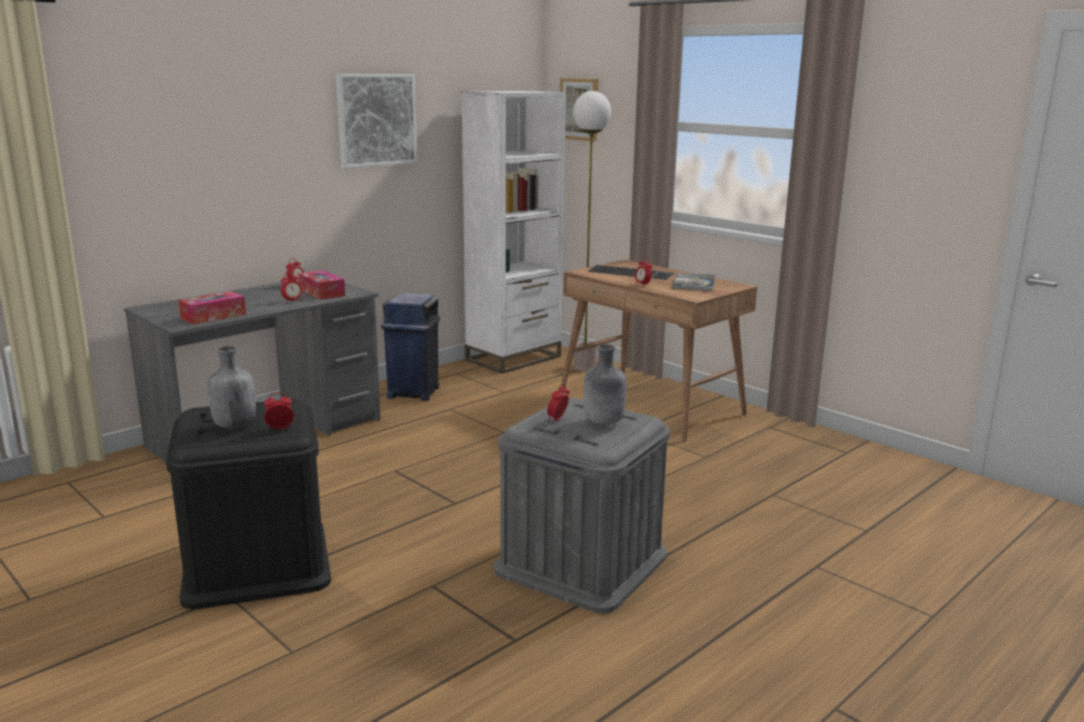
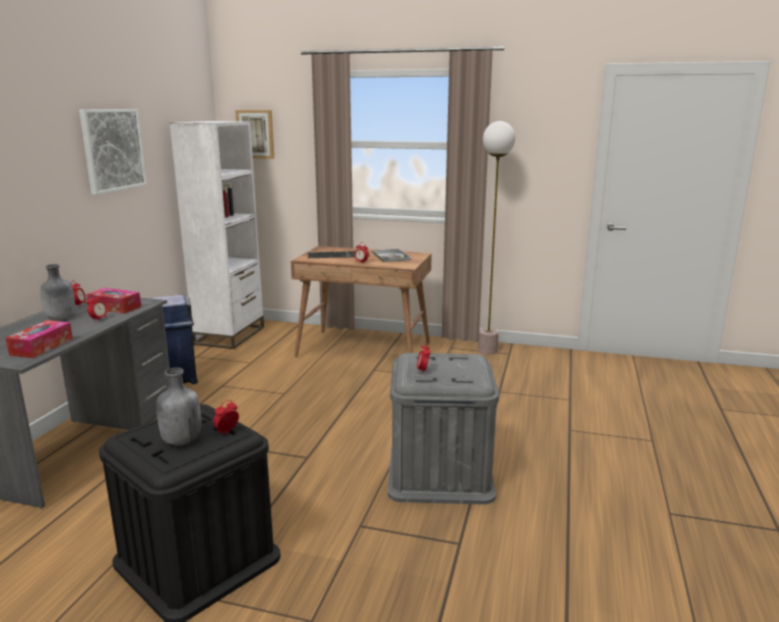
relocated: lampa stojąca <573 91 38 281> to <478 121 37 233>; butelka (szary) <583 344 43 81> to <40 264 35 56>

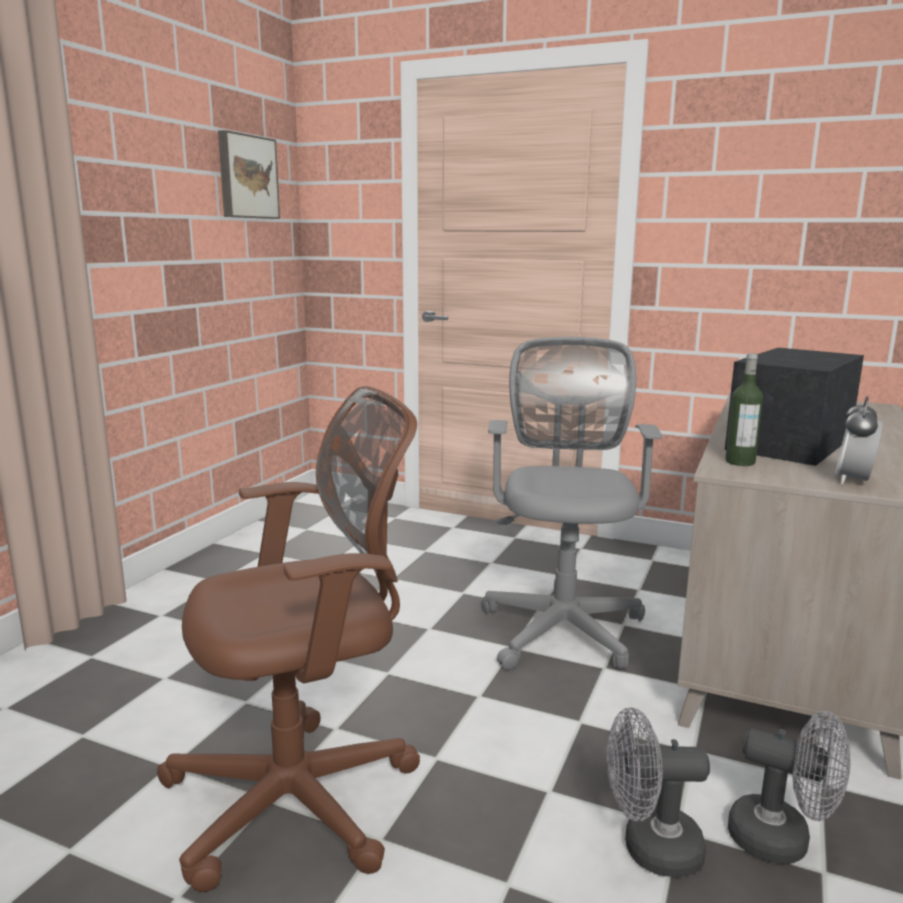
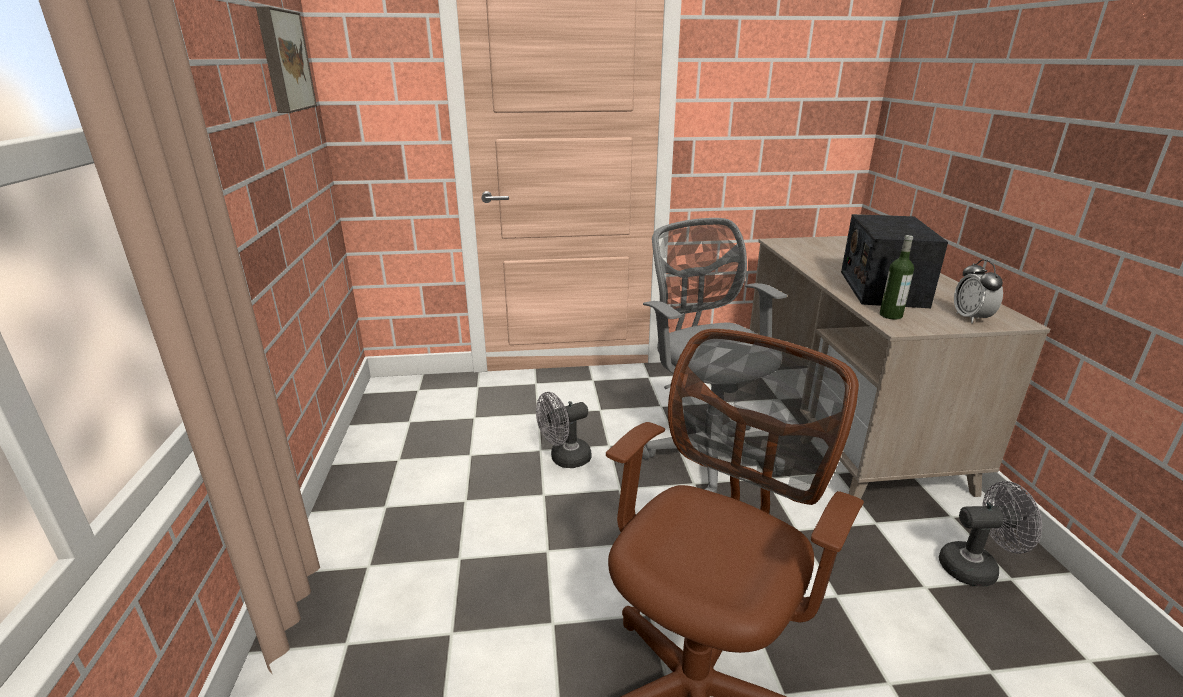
relocated: wentylator (szary) <606 707 104 170> to <536 392 55 76>

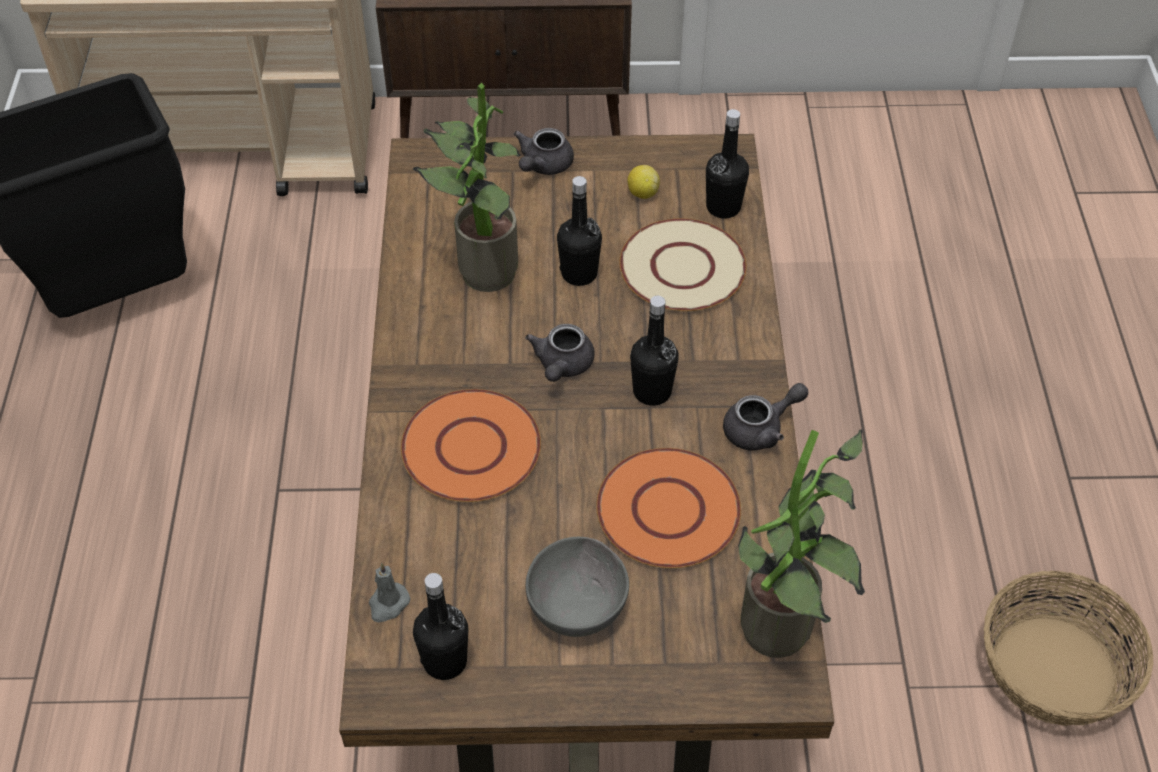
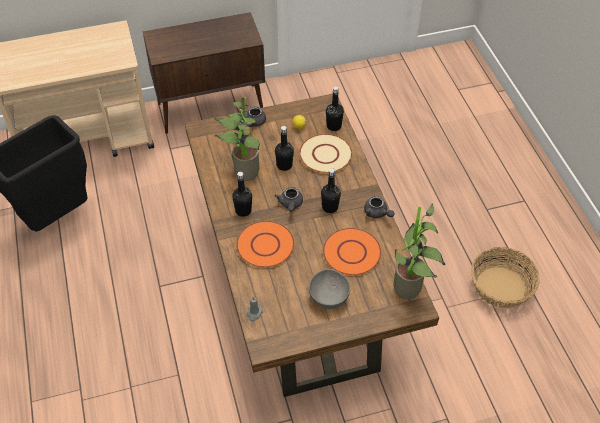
relocated: butelka (czarny) <413 573 55 107> to <232 172 20 45>
spun: imbryk (szary) <723 383 85 68> = <364 196 30 22> 90 degrees clockwise

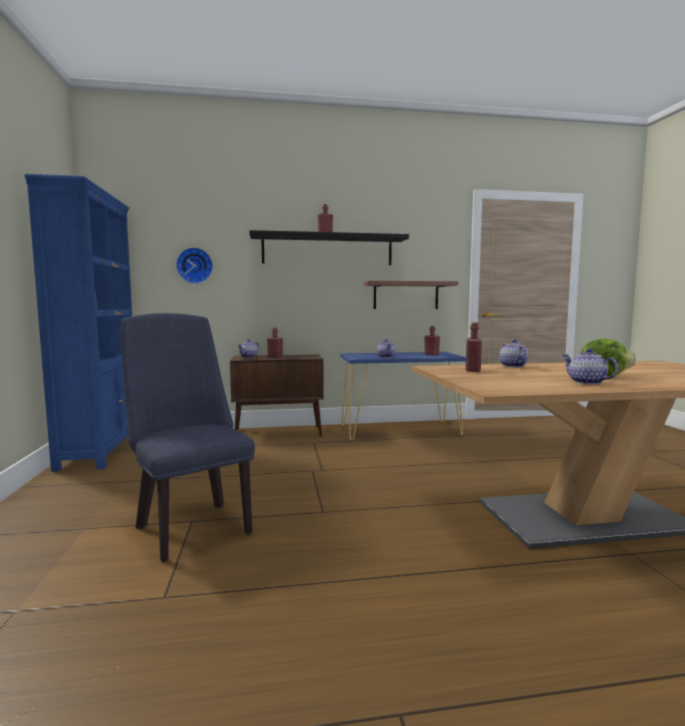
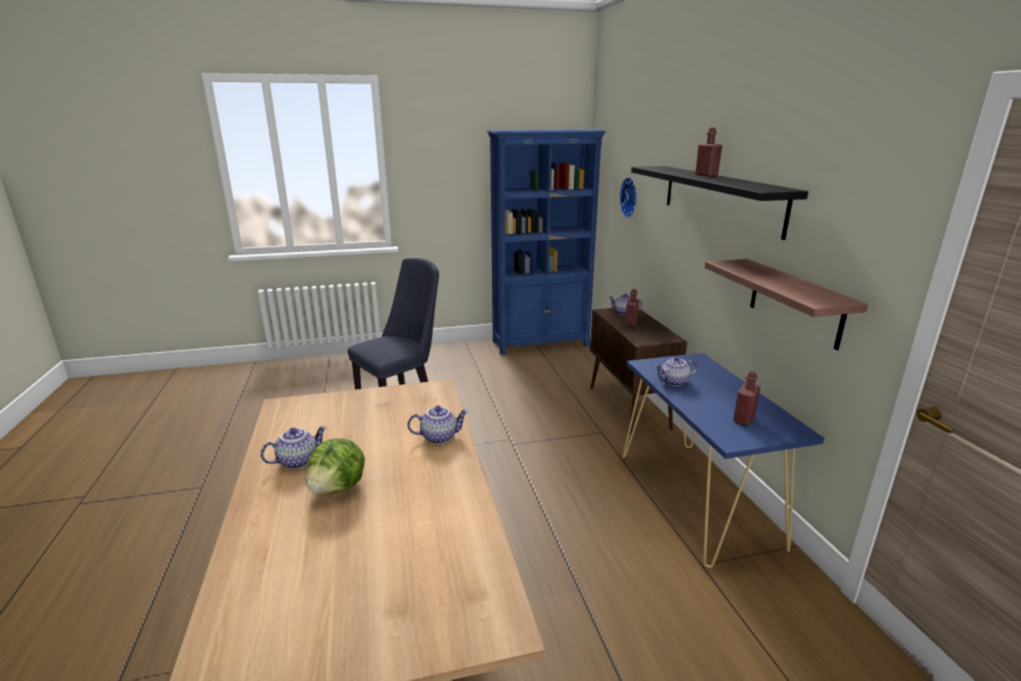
missing: butelka (czerwony) <466 322 16 50>

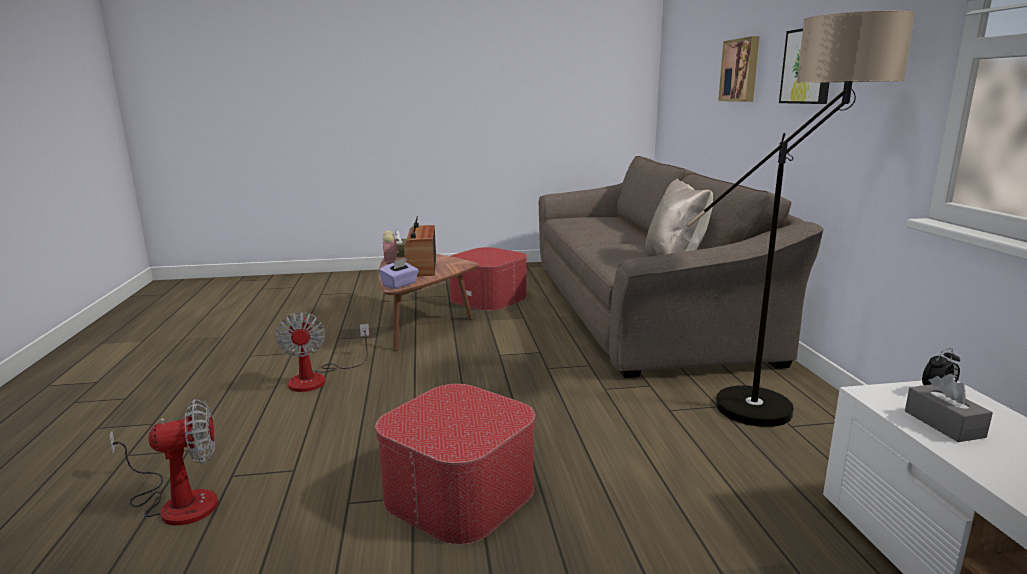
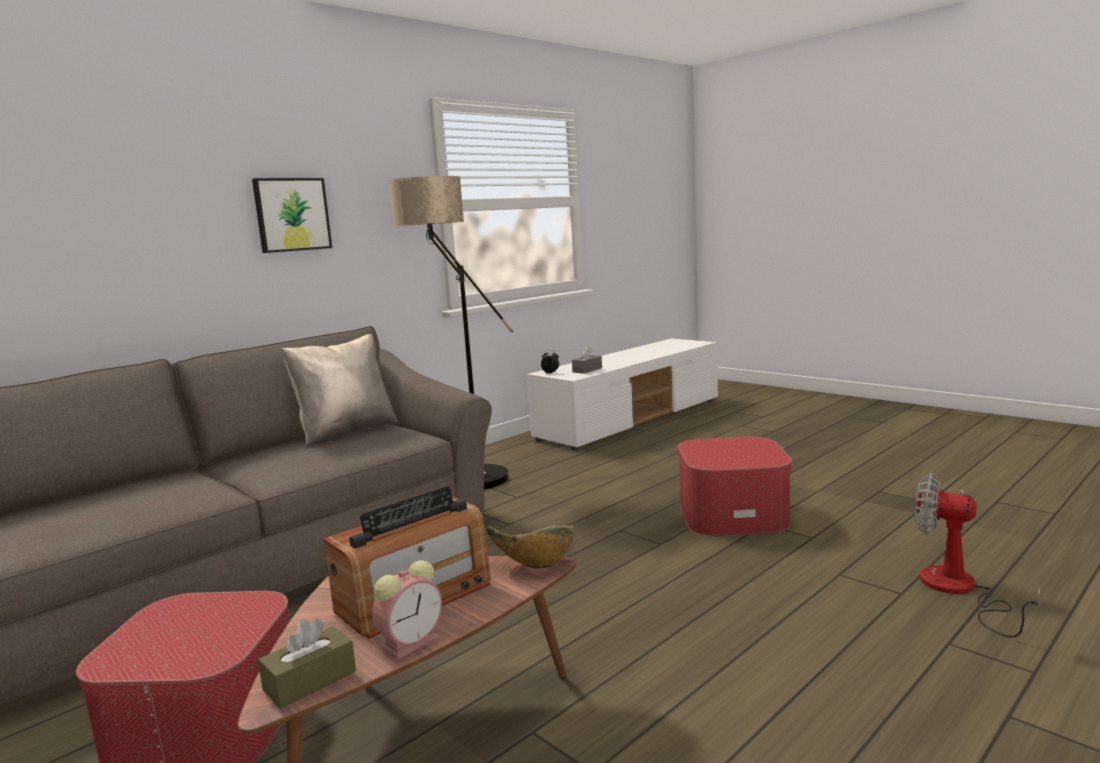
missing: obraz <718 36 41 66>; wentylator <275 312 94 80>
exchanged: pudełko chusteczek (fioletowy) <379 258 40 31> to miska <486 526 89 42>

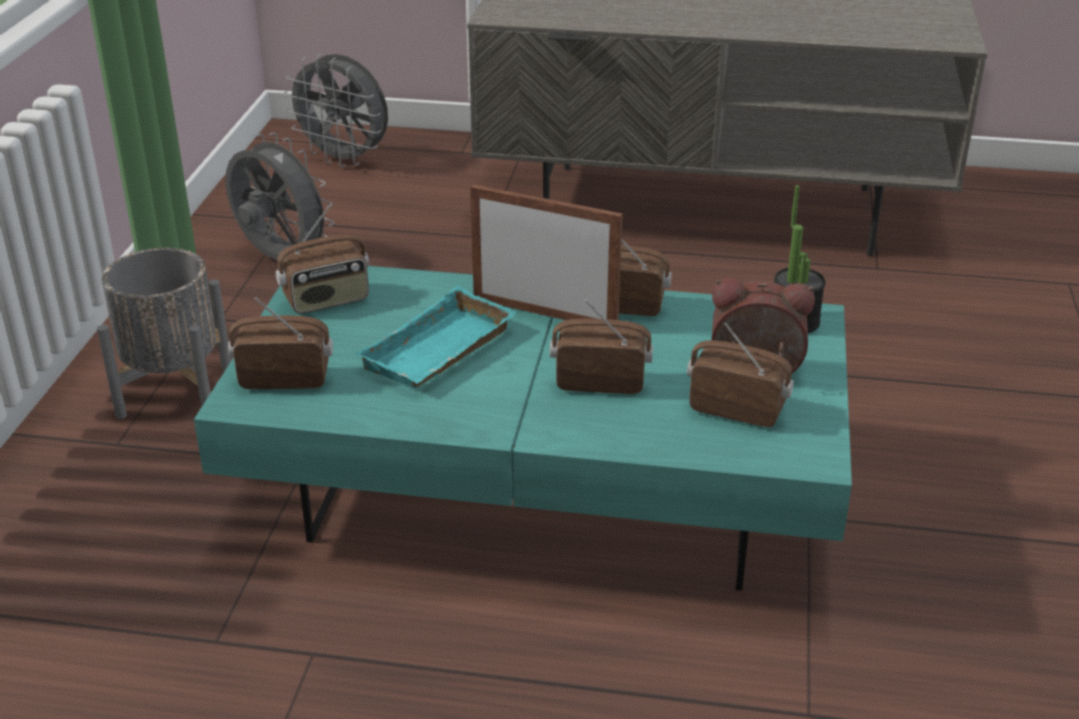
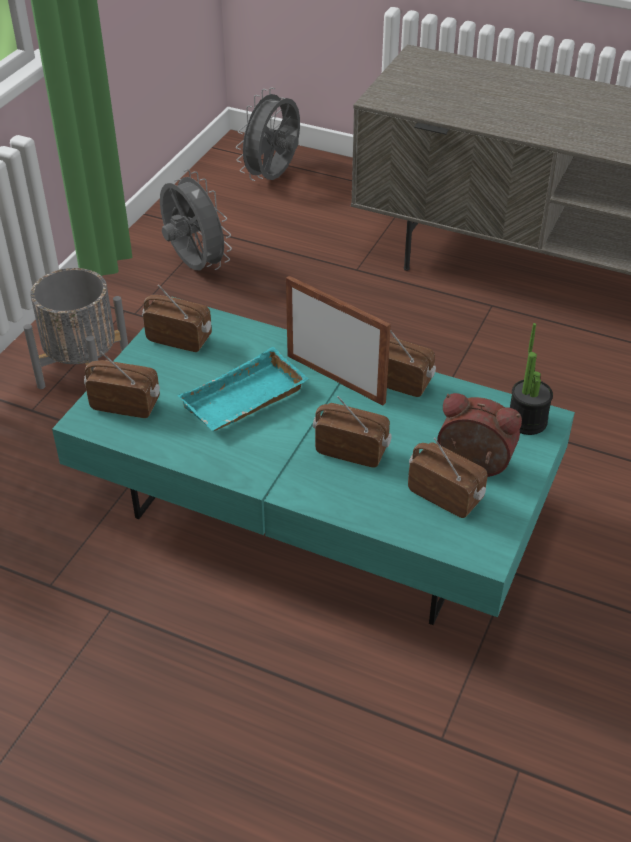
spun: wentylator (szary) <283 54 105 113> = <236 88 64 93> 75 degrees clockwise; radio <276 207 93 107> = <142 285 70 67> 150 degrees counterclockwise

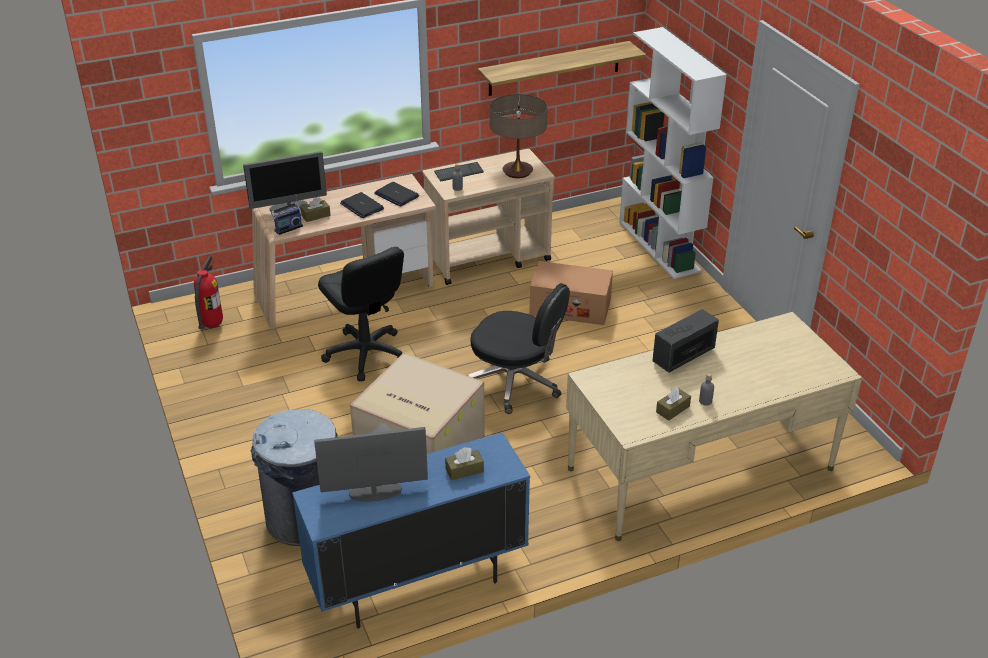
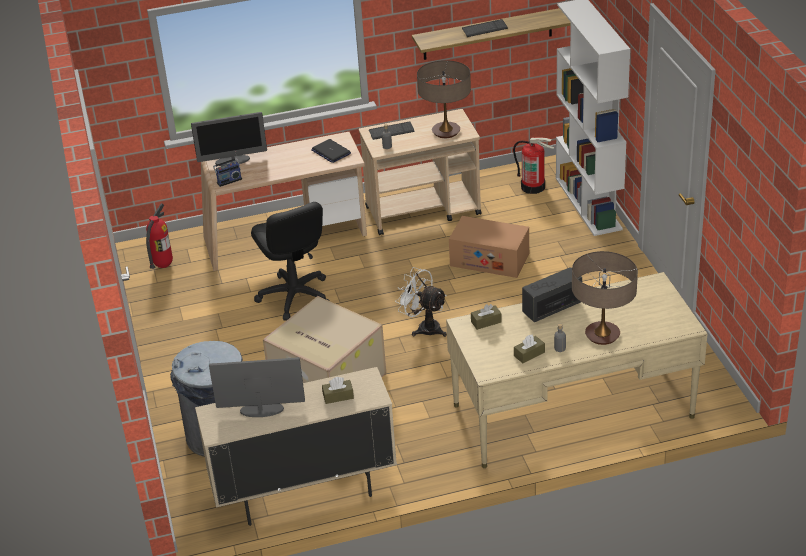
missing: laptop <340 192 44 26>
appeared: klawiatura <462 19 46 18>; gaśnica <513 137 41 57>; lampa stołowa <572 251 66 94>
relocated: pudełko chusteczek (brązowy) <301 197 30 25> to <471 304 31 26>
exchanged: krzesło biurowe (czarny) <467 283 103 131> to wentylator (biały) <395 267 52 70>
colour: szafka (niebieski) <292 432 238 197> to szafka (beżowy) <195 367 202 159>

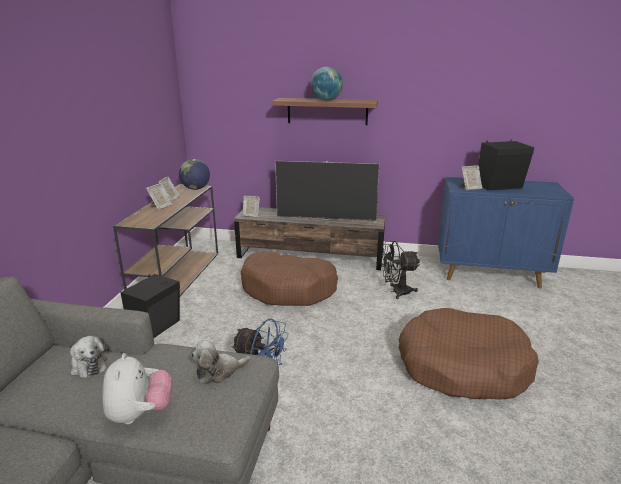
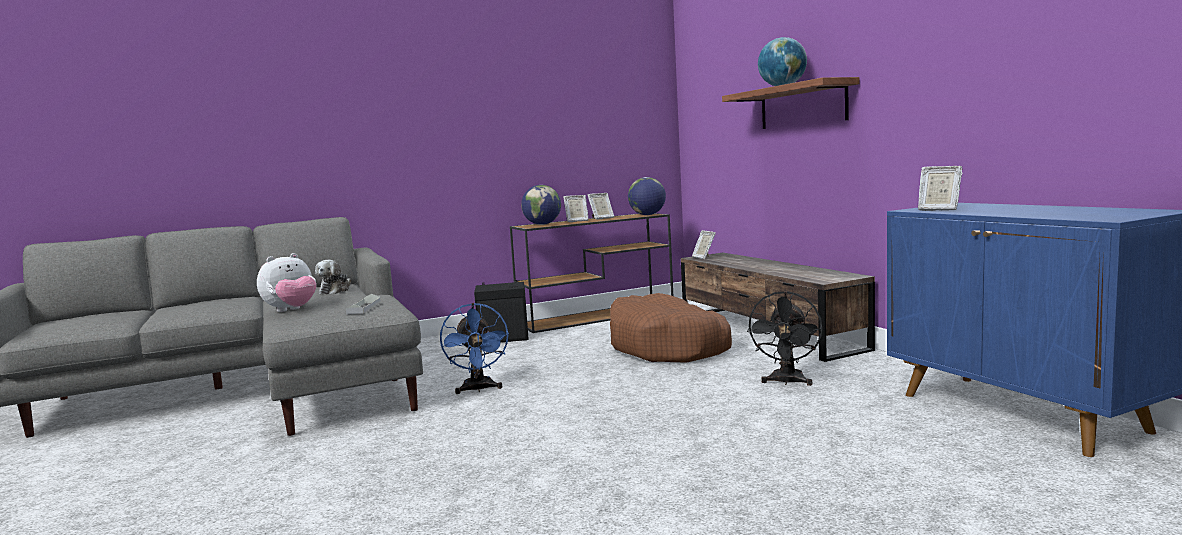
missing: głośnik (czarny) <478 140 56 50>; telewizor <275 161 105 60>; legowisko (brązowy) <398 308 141 92>
appeared: globus <521 185 40 40>
exchanged: pluszak <191 340 60 44> to taca (szary) <346 294 35 20>
spun: wentylator (czarny) <381 241 39 58> = <747 291 75 95> 120 degrees counterclockwise

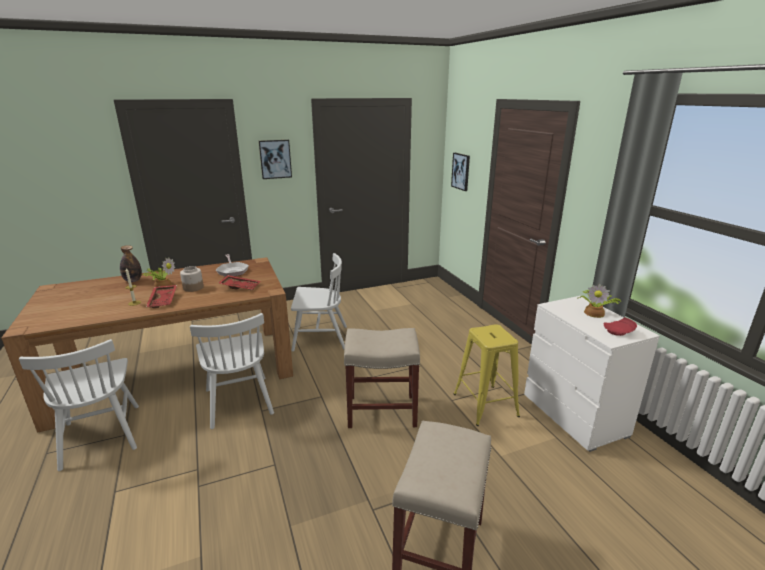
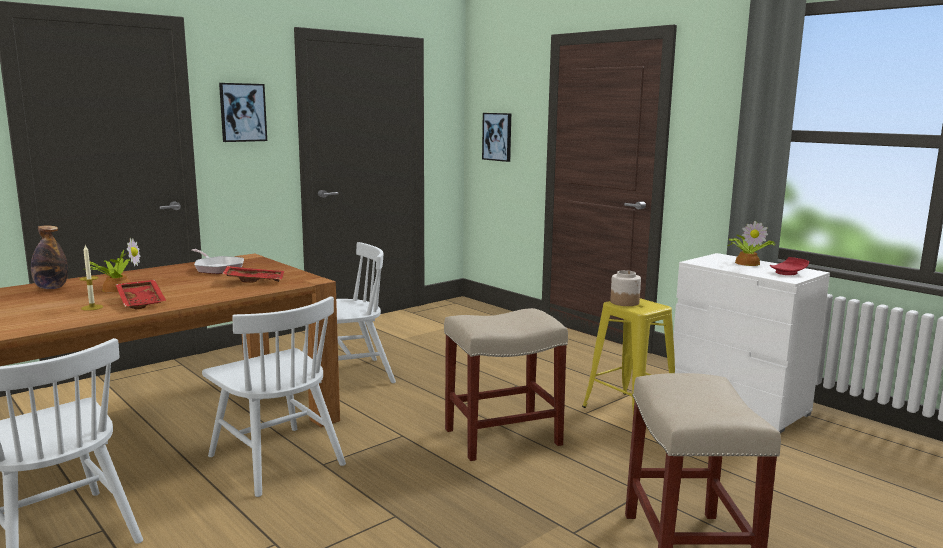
relocated: słoik <180 266 24 26> to <610 270 31 36>

